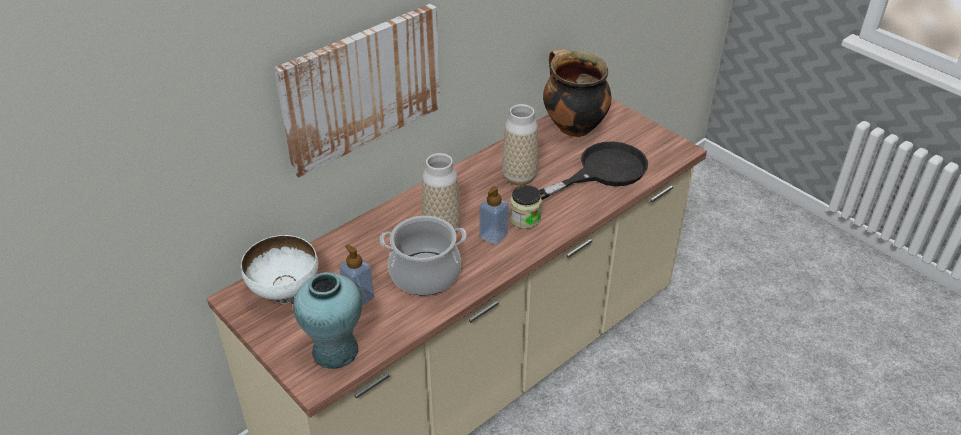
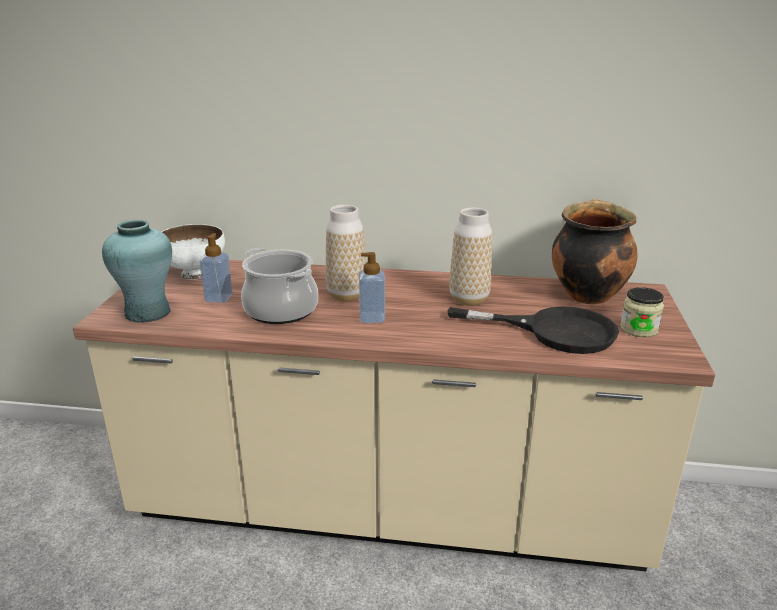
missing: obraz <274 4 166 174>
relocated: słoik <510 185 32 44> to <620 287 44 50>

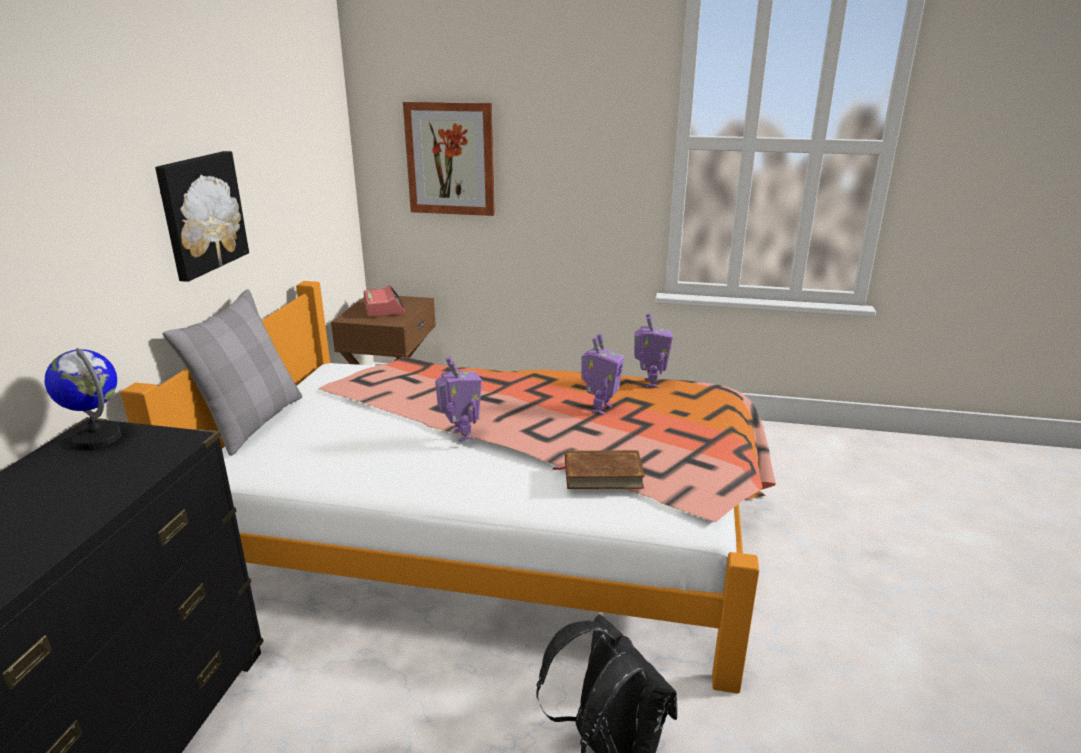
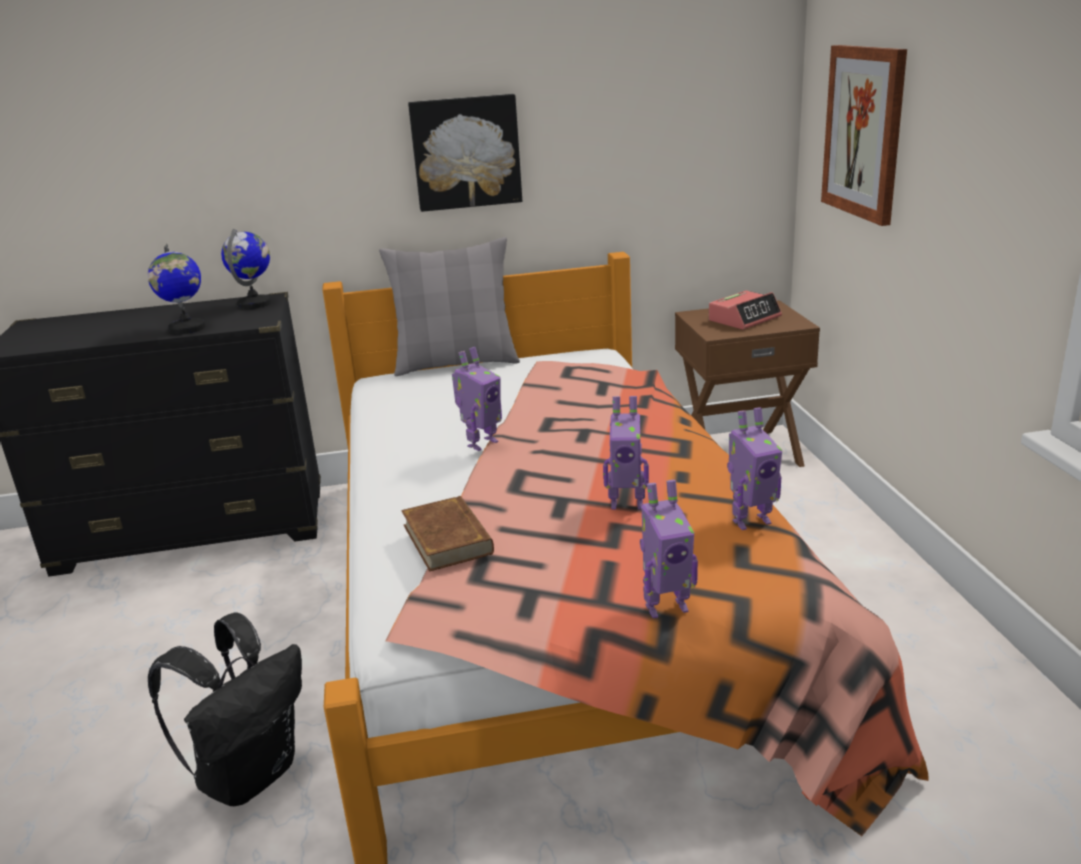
appeared: globus <148 244 57 90>; robot zabawkowy <640 480 58 138>

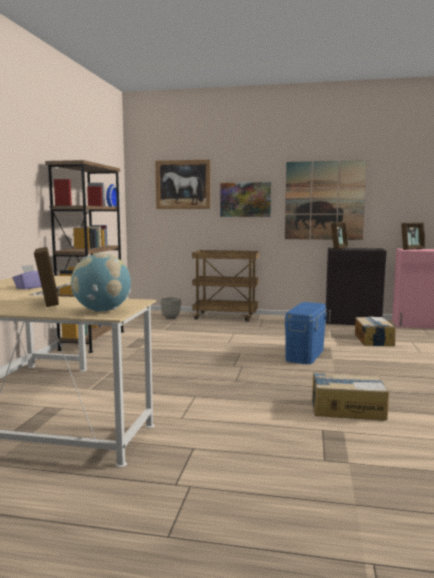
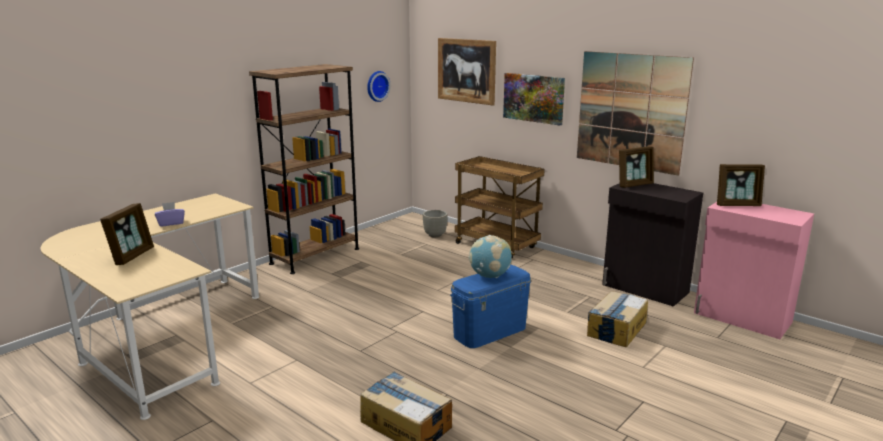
relocated: globus <71 252 60 60> to <469 235 43 43>

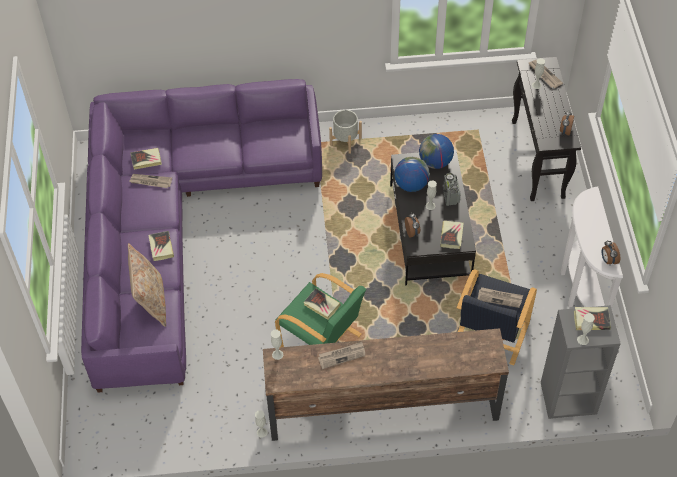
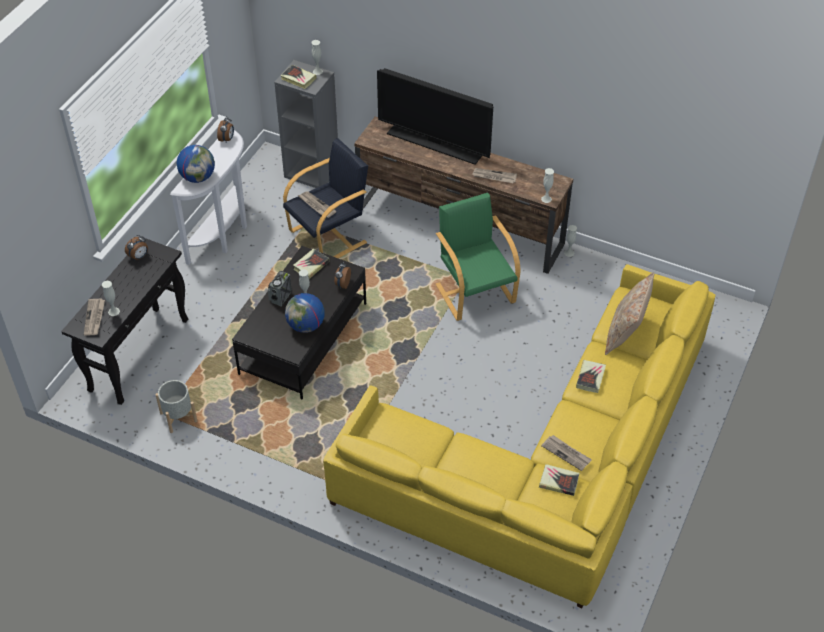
missing: książka <303 288 38 32>
appeared: telewizor <377 68 116 97>
relocated: donica (szary) <329 110 33 44> to <155 380 43 53>; globus <419 134 35 35> to <177 145 38 38>
colour: kanapa (fioletowy) <81 79 241 314> to kanapa (żółty) <323 264 393 344>

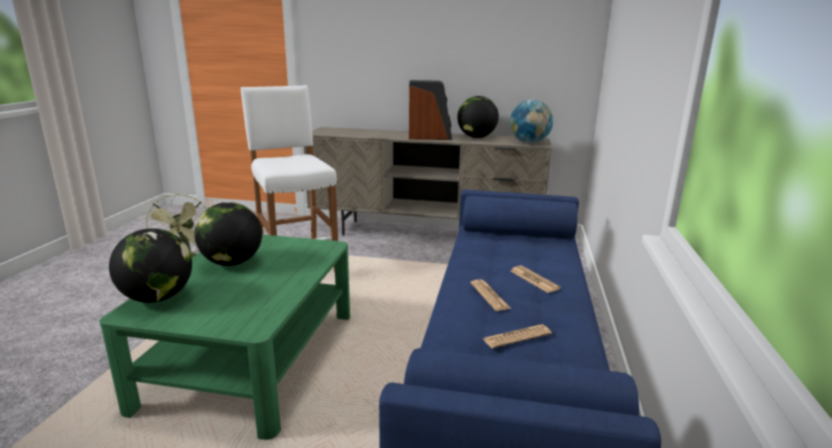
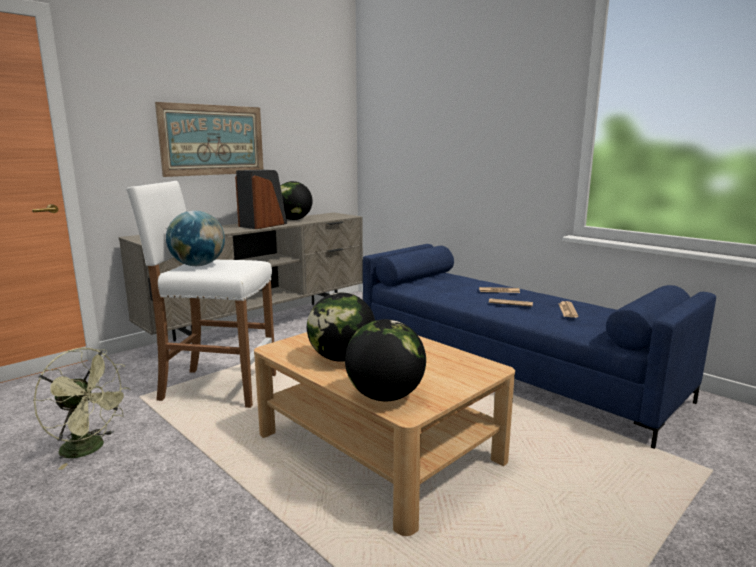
appeared: obraz <155 102 109 75>
relocated: globus <509 100 44 43> to <166 211 59 55>
colour: ława (zielony) <99 234 251 206> to ława (beżowy) <254 332 261 204>

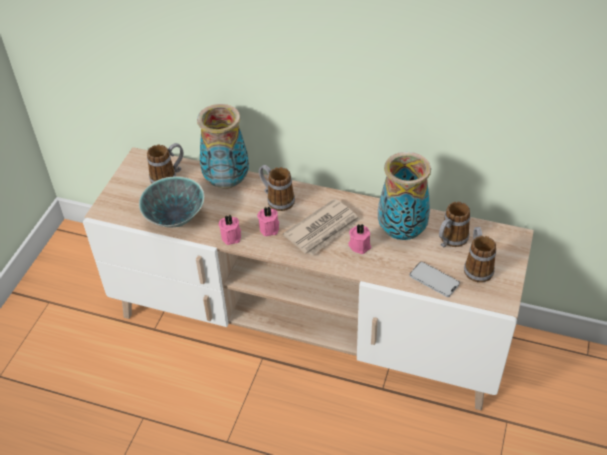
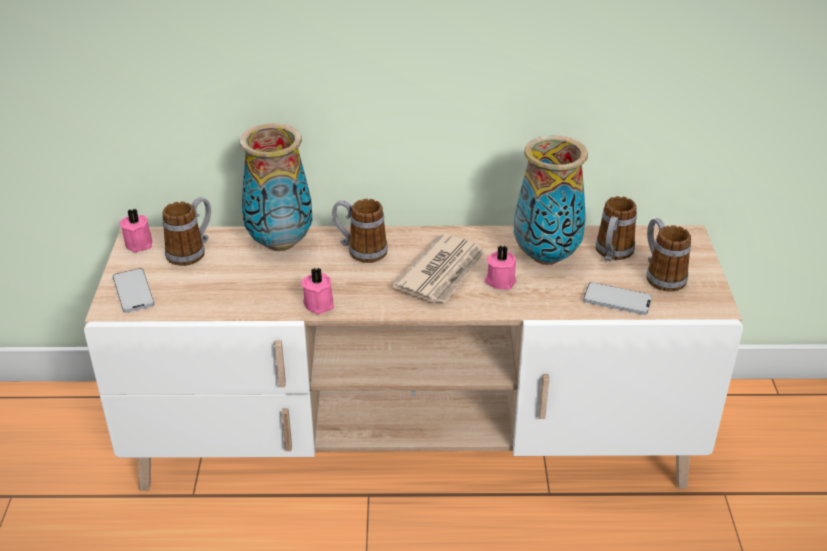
missing: miska <139 176 65 52>
appeared: telefon <113 268 42 45>
relocated: świeca (różowy) <257 206 22 30> to <120 208 32 44>

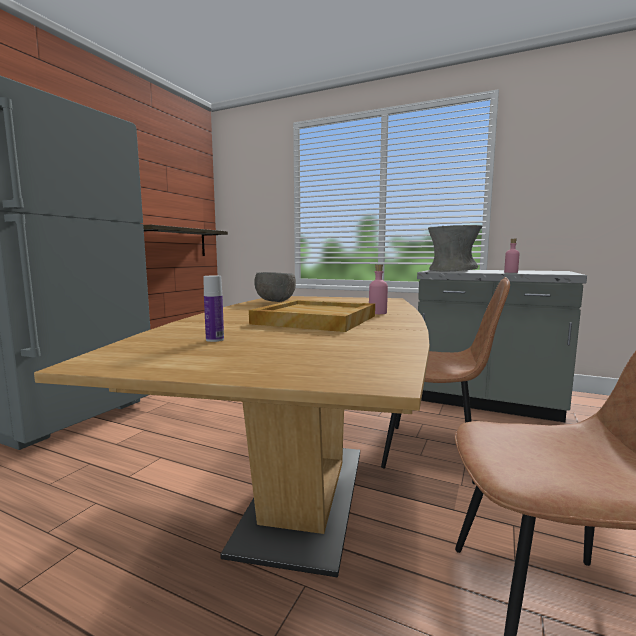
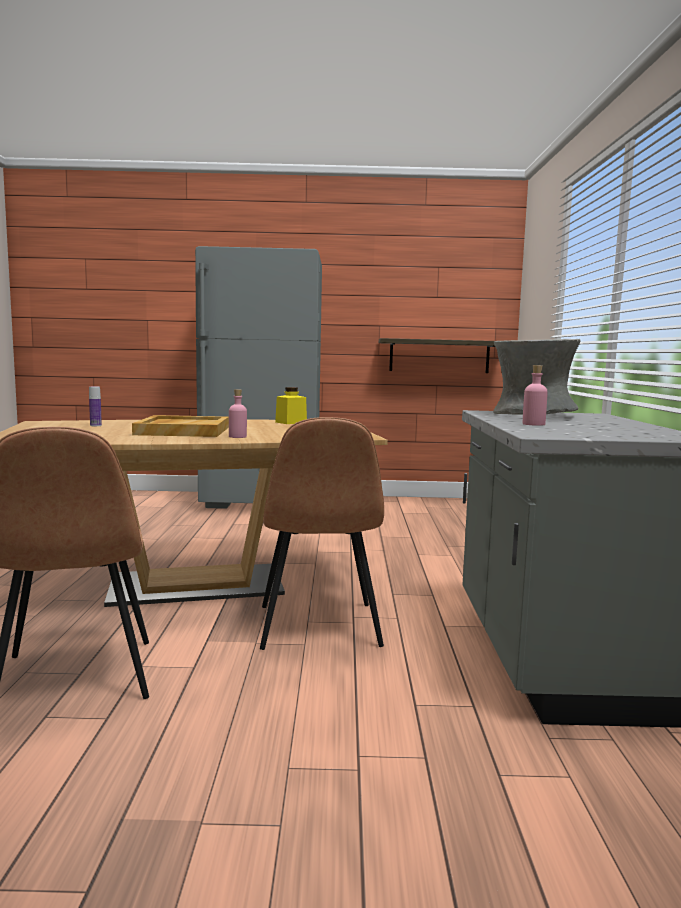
exchanged: miska (szary) <254 272 42 30> to słoik (żółty) <275 387 32 37>

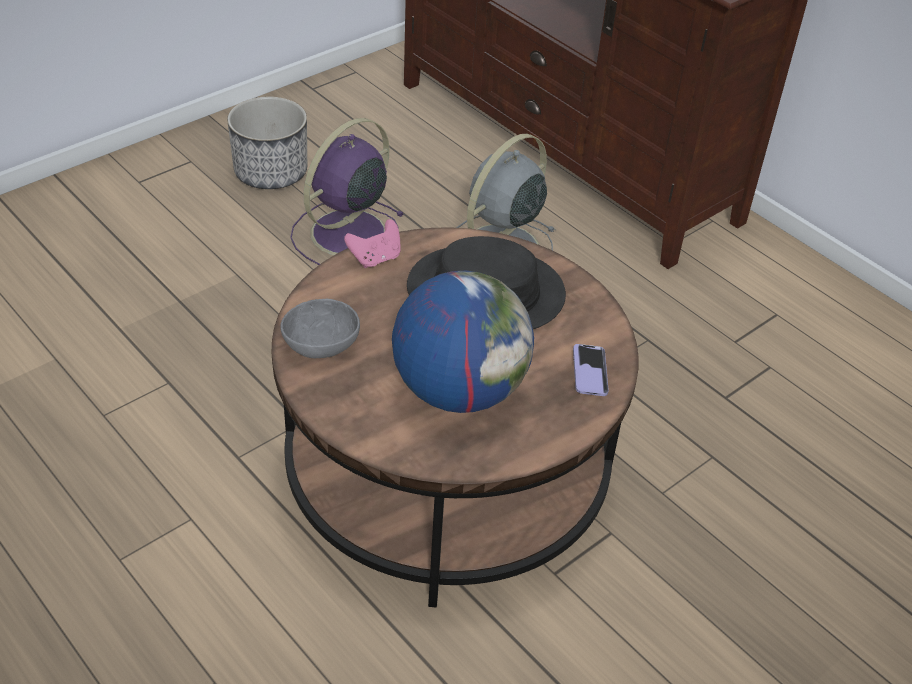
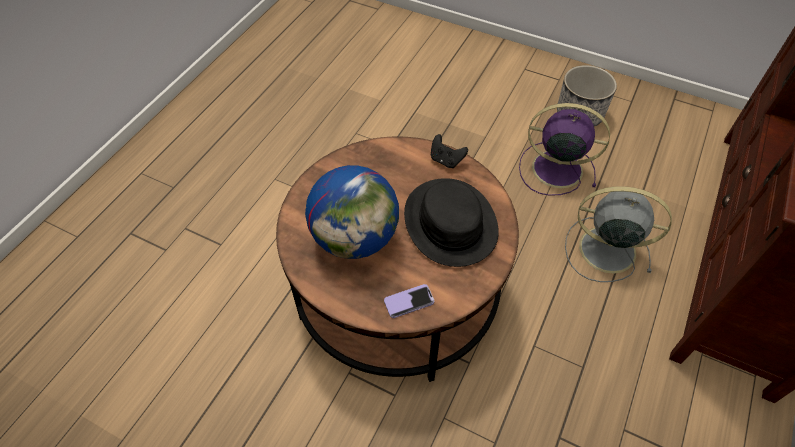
missing: miska (szary) <280 299 80 59>
colour: pad do gier (różowy) <344 219 57 49> to pad do gier (czarny) <431 134 37 34>

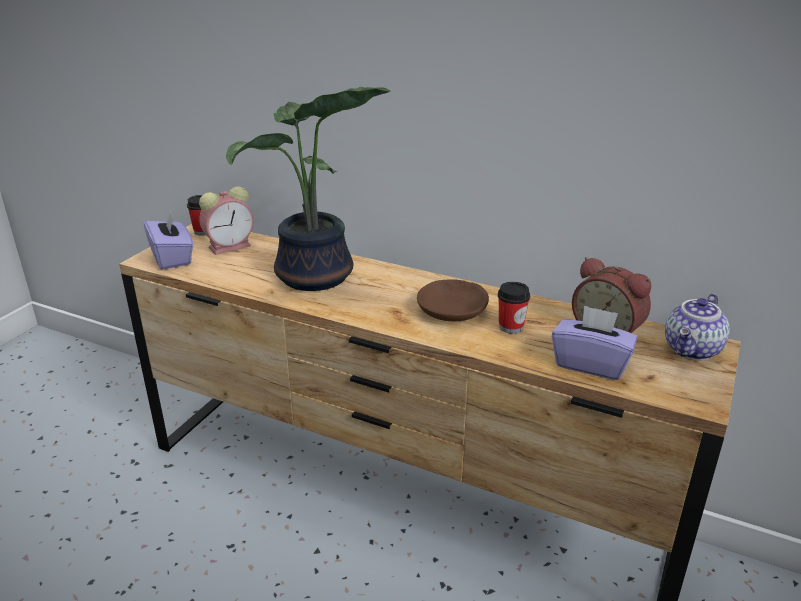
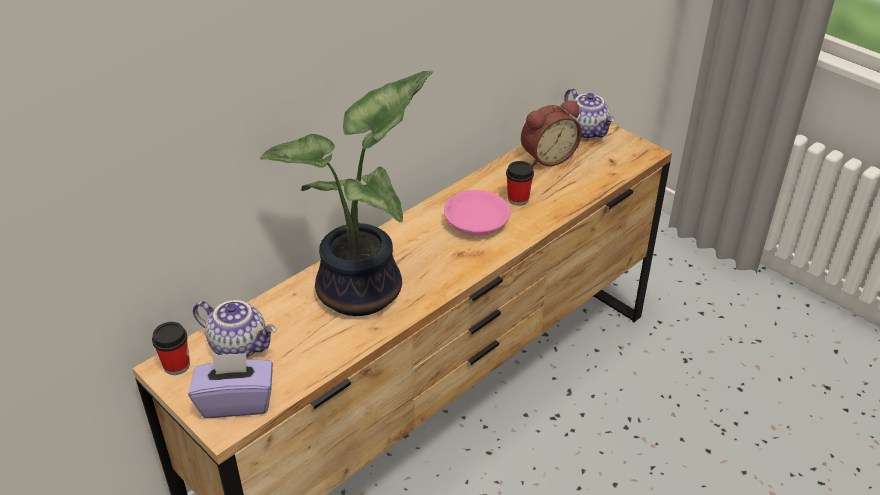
missing: pudełko chusteczek (fioletowy) <552 305 85 75>
exchanged: budzik <199 186 55 69> to imbryk <193 300 83 58>
colour: miska (brązowy) <417 279 72 42> to miska (różowy) <444 190 67 46>

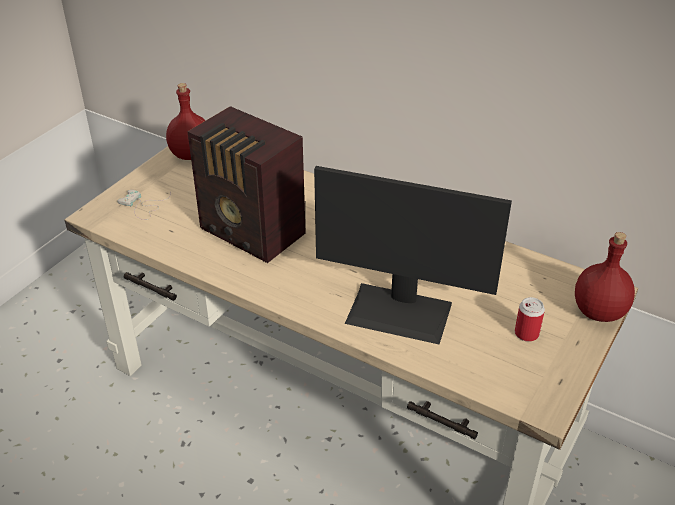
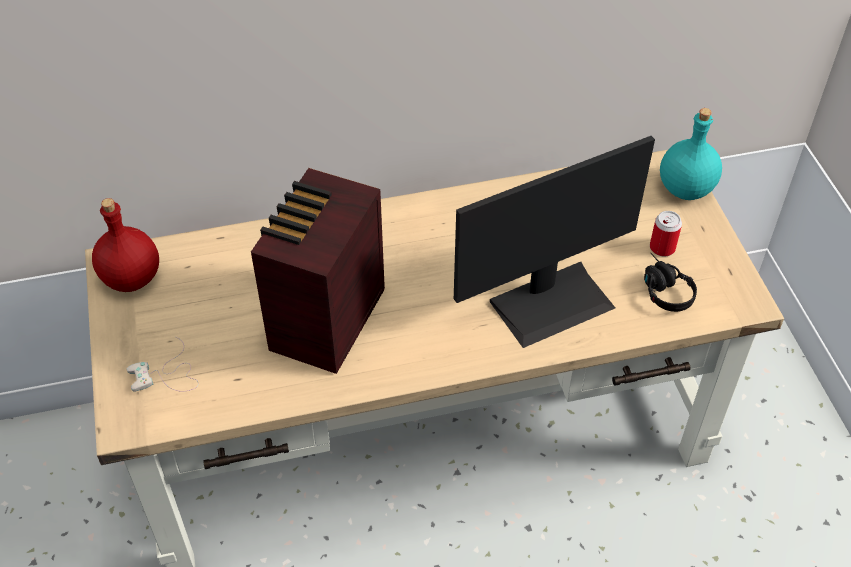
appeared: słuchawki (czarny) <644 253 53 59>
colour: butelka (czerwony) <575 232 60 90> to butelka (turkusowy) <660 108 62 92>
spun: radio <187 106 119 157> = <251 168 134 206> 120 degrees clockwise

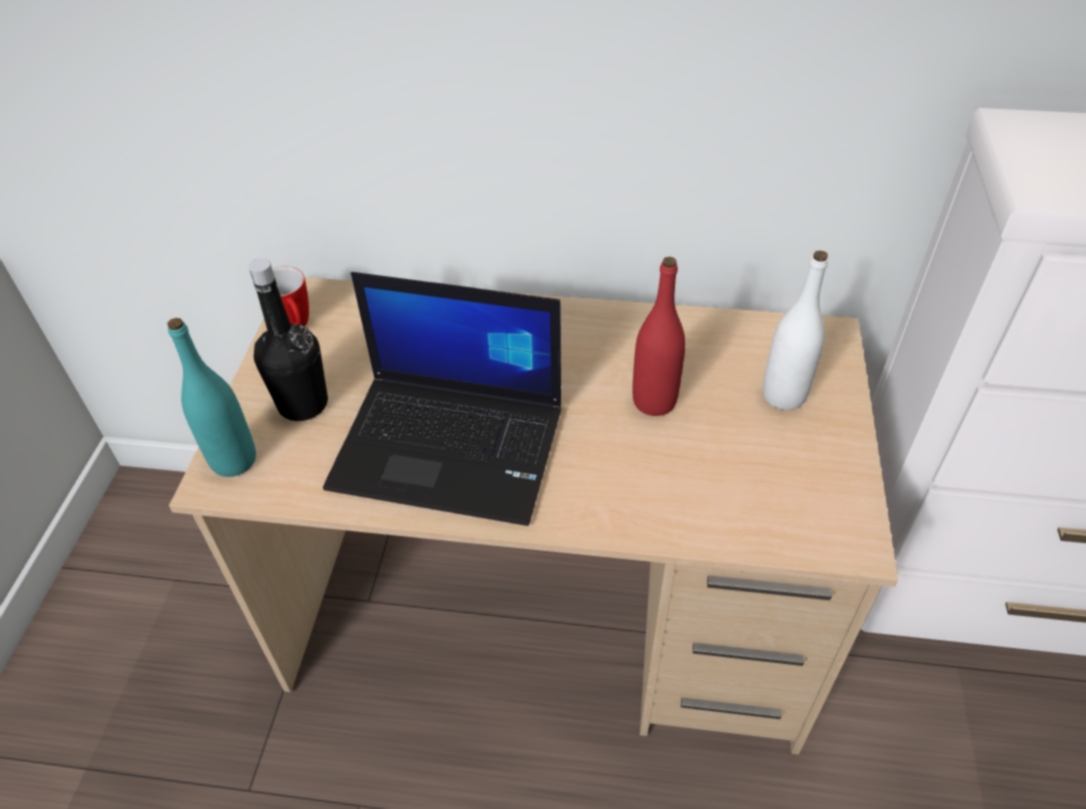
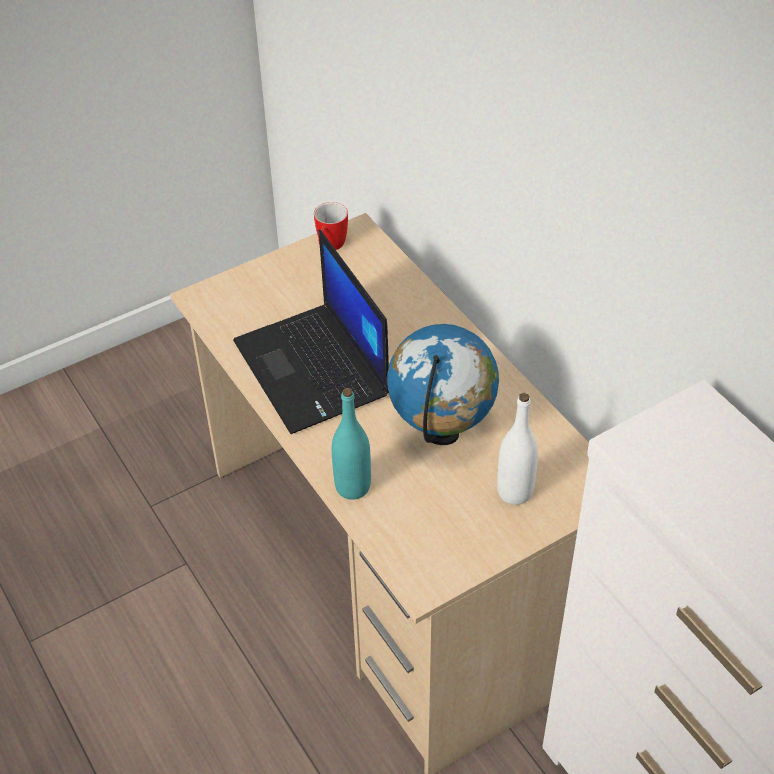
missing: butelka (czarny) <248 258 80 163>
relocated: butelka (turkusowy) <167 318 89 159> to <332 388 39 112>
exchanged: butelka (czerwony) <633 257 52 159> to globus <387 324 112 121>

